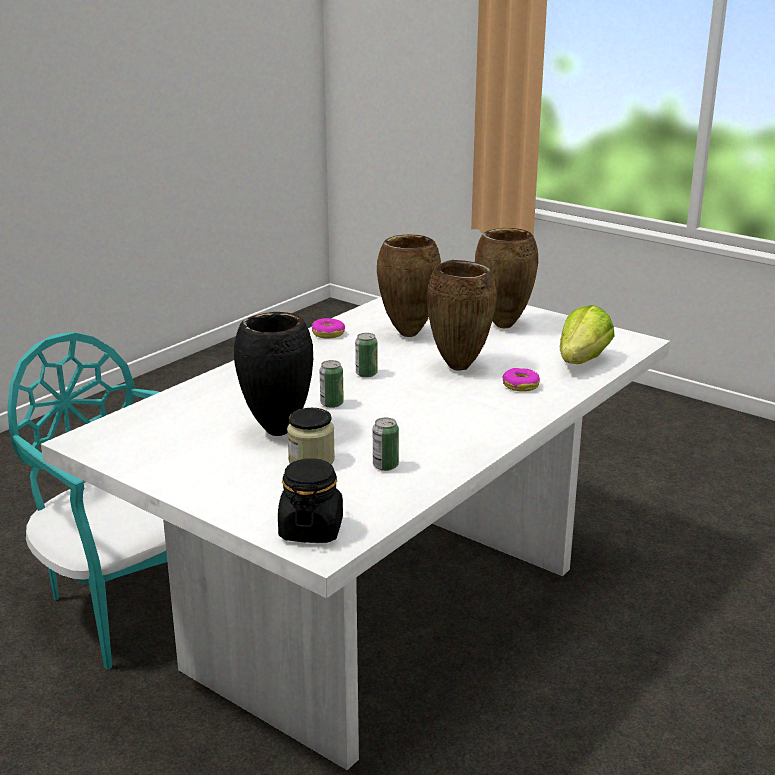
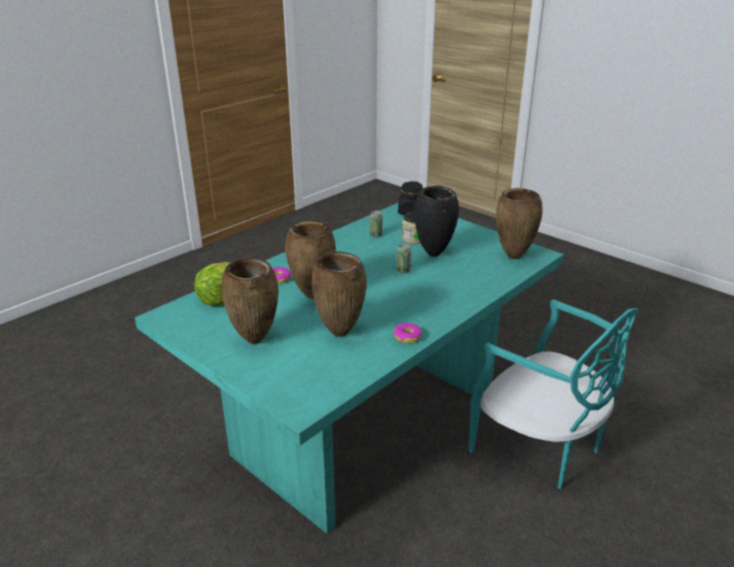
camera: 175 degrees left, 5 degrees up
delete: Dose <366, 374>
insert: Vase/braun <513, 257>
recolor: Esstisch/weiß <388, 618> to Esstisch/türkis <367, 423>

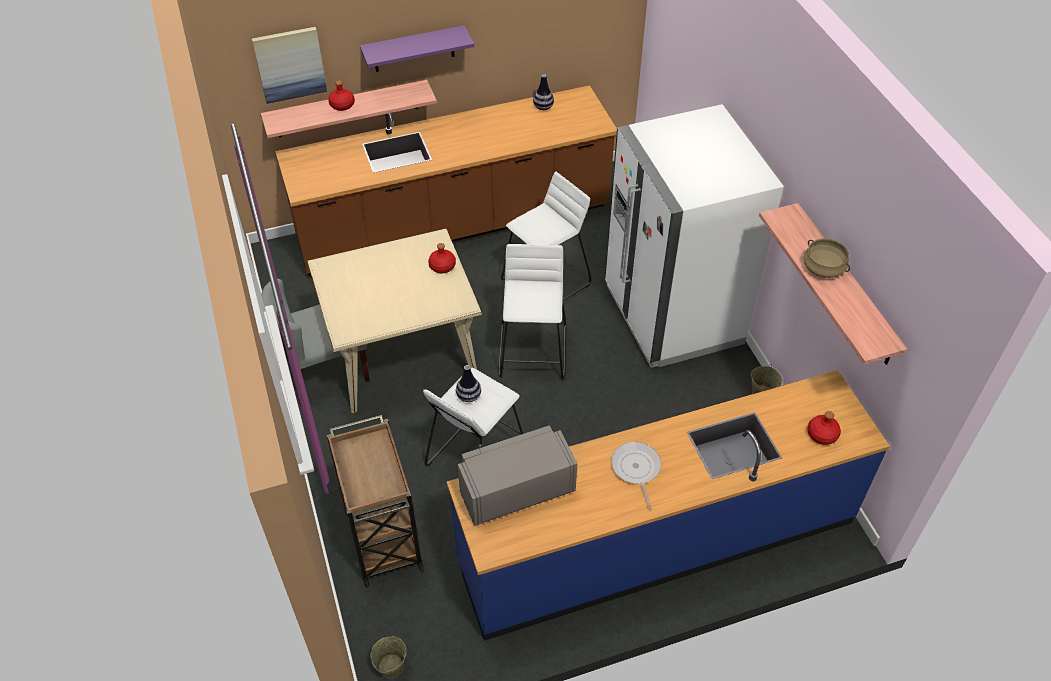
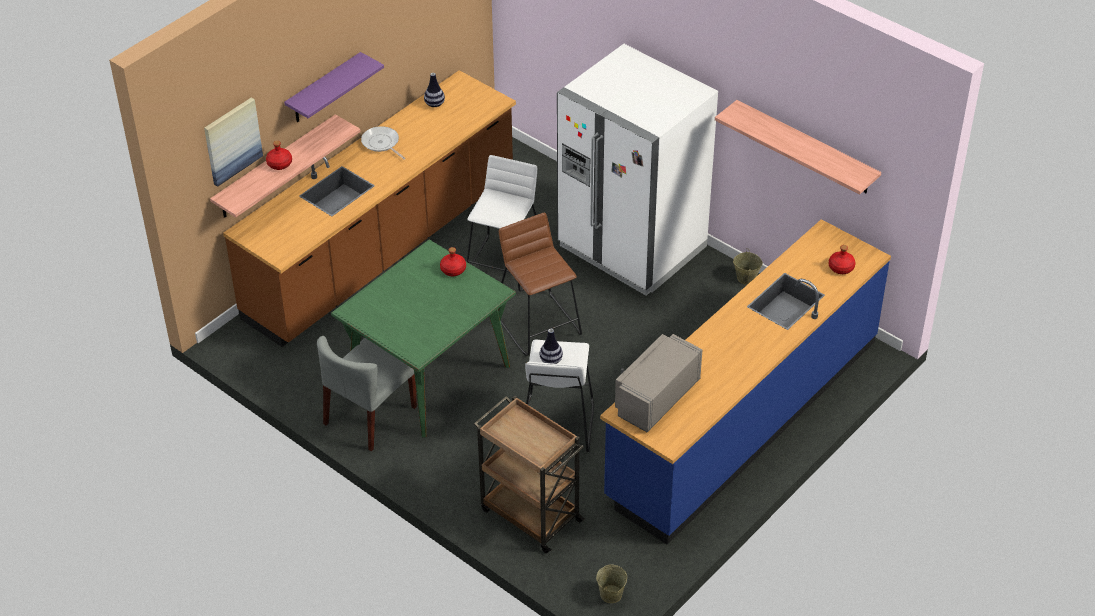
camera: 30 degrees left, 5 degrees down
delete: Kochtopf/beige <823, 268>
move: Pfanne <636, 469> to <381, 143>
recolor: Esstisch/beige <402, 357> to Esstisch/grün <429, 376>; Hocker/weiß <533, 352> to Hocker/braun <539, 324>

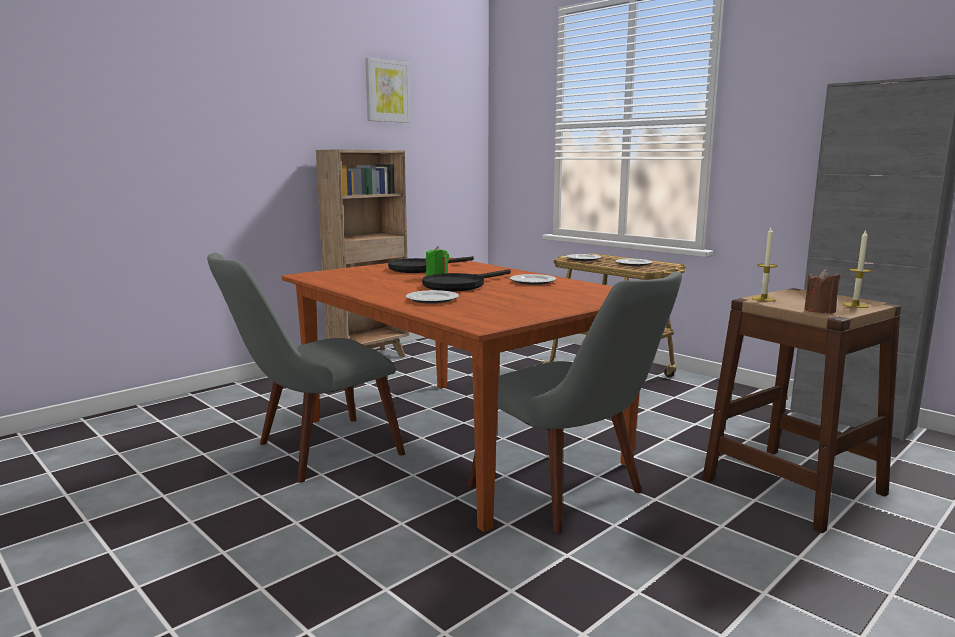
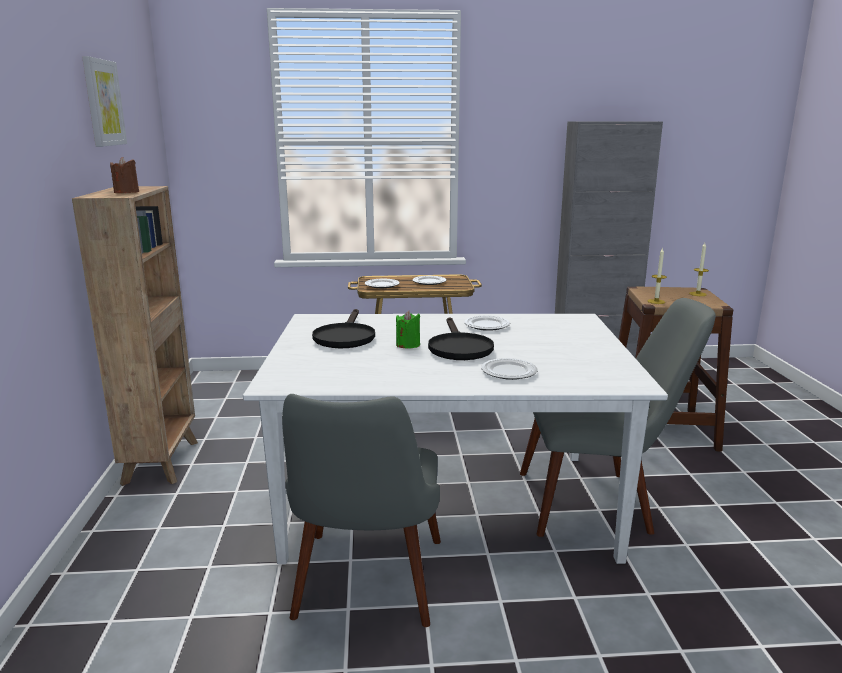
camera: 50 degrees left, 5 degrees up
move: Kerze/braun <819, 311> to <126, 192>
recolor: Esstisch/braun <457, 441> to Esstisch/weiß <446, 504>

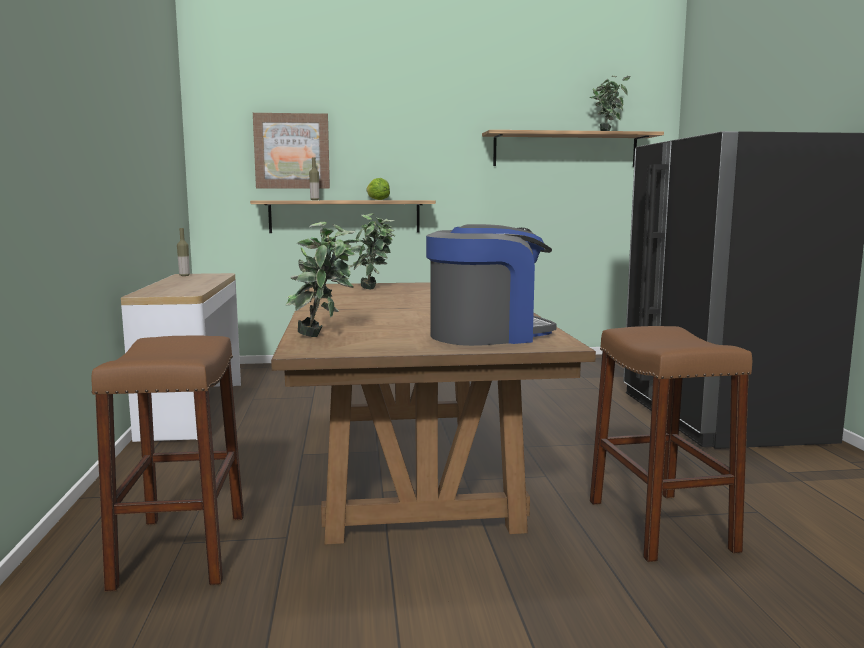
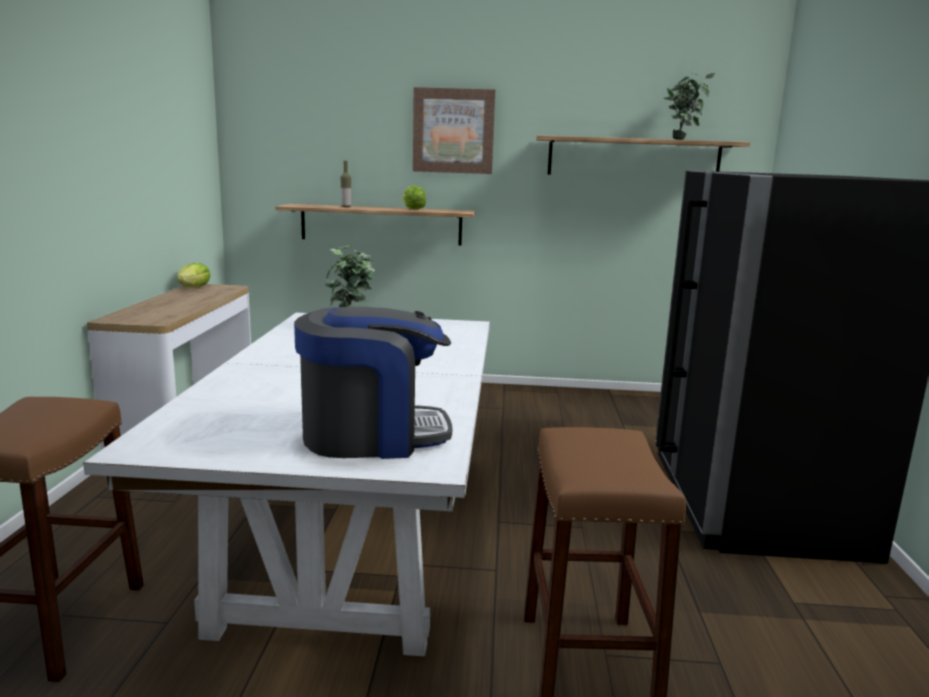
camera: 10 degrees right, 5 degrees up
delete: Topfpflanze <324, 336>
move: Bild <292, 151> to <453, 131>
replace: Flasche <184, 275> to Salatkopf <193, 287>
recolor: Esstisch/braun <411, 471> to Esstisch/weiß <353, 543>

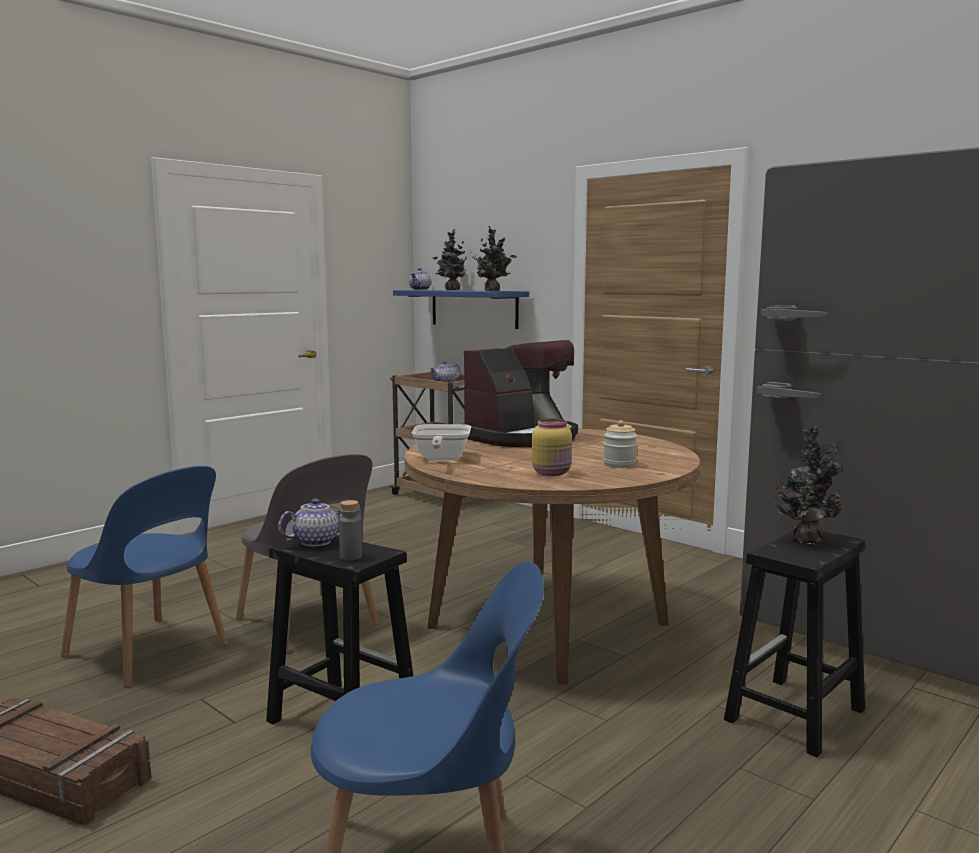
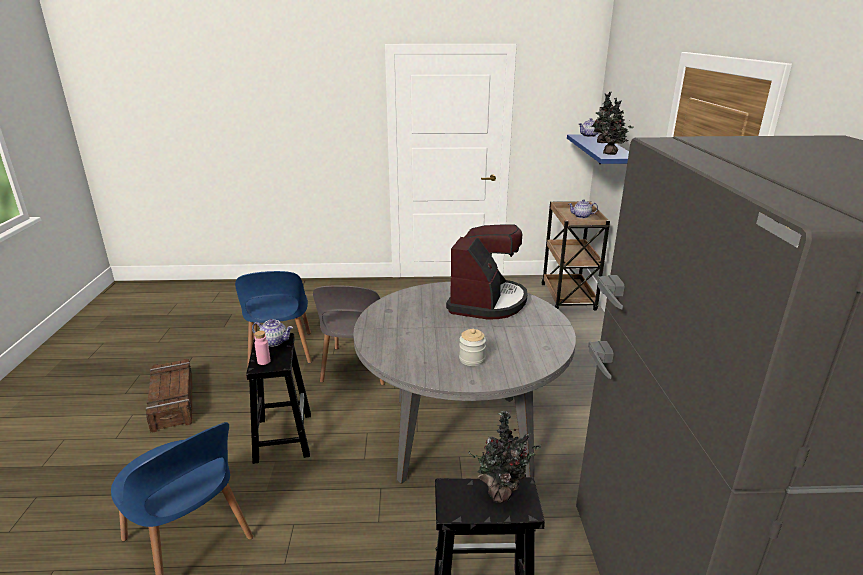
camera: 45 degrees right, 15 degrees up
delete: Pfanne <440, 459>; Vorratsglas/gelb <552, 473>
recolor: Flasche/grau <351, 556> to Flasche/rosa <264, 361>; Esstisch/braun <547, 625> to Esstisch/grau <460, 436>
rotate: Kaffeemaschine <522, 437> = <487, 302> 75 degrees counterclockwise

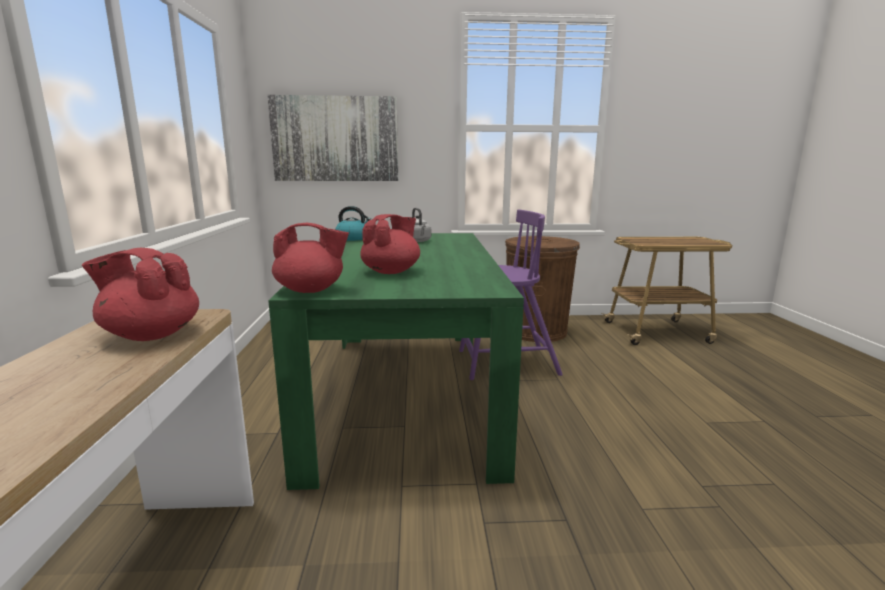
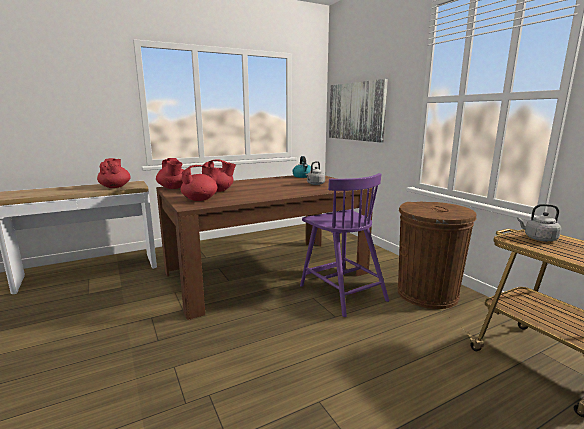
camera: 65 degrees right, 0 degrees up
insert: Teekanne/rot <200, 199>; Wasserkessel/grau <538, 238>
recolor: Esstisch/grün <406, 392> to Esstisch/braun <265, 272>

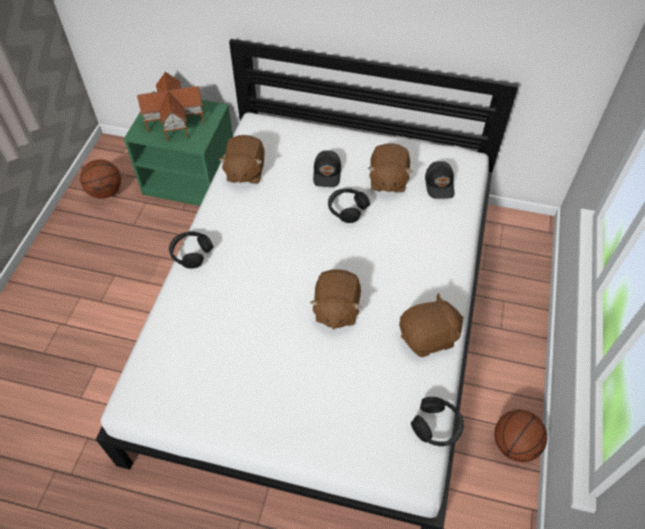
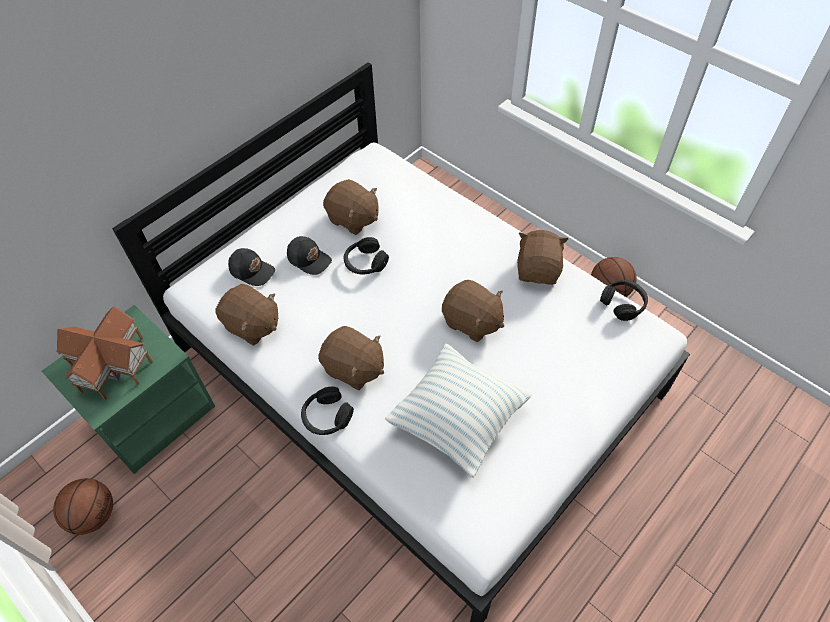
camera: 60 degrees left, 0 degrees up
insert: Plüschtier/braun <353, 368>; Kissen <458, 420>
move: Kappe/schwarz <440, 184> to <252, 270>

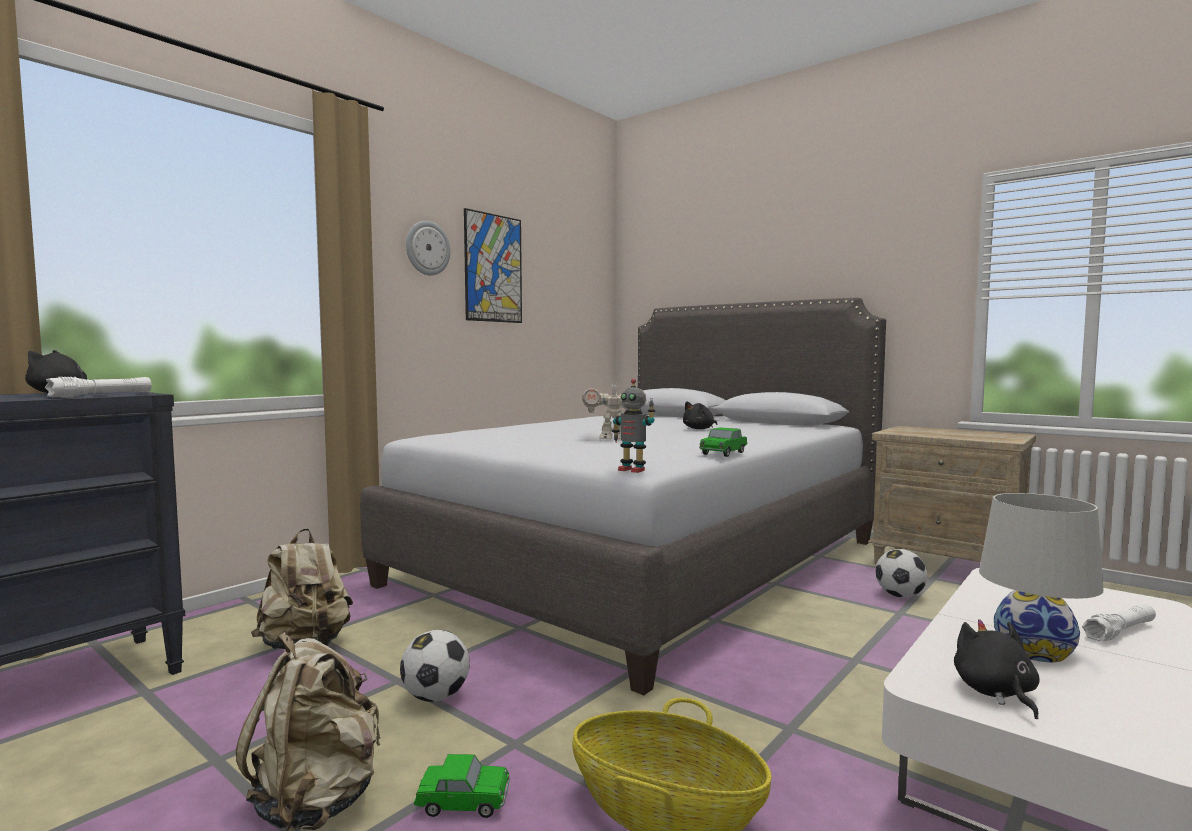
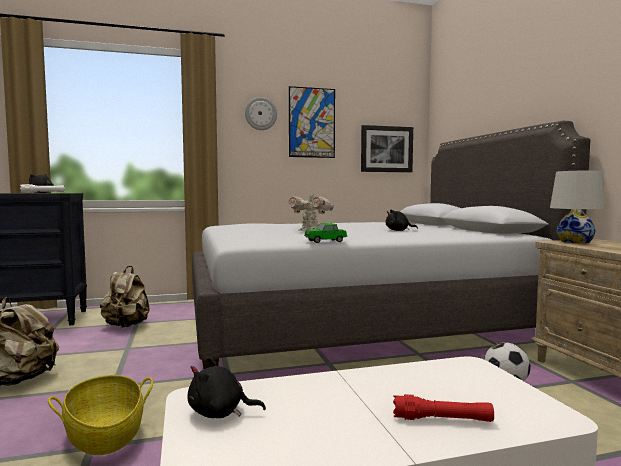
camera: 35 degrees right, 0 degrees up
delete: Fußball <436, 697>; Spielzeugauto <463, 803>; Spielzeugroboter <632, 470>
insert: Bild <386, 149>
move: Tischlampe/weiß <1034, 650> to <575, 242>
recolor: Taschenlampe/weiß <1120, 631> to Taschenlampe/rot <442, 419>
rotate: Plüschtier/schwarz <996, 693> = <220, 413> 120 degrees counterclockwise

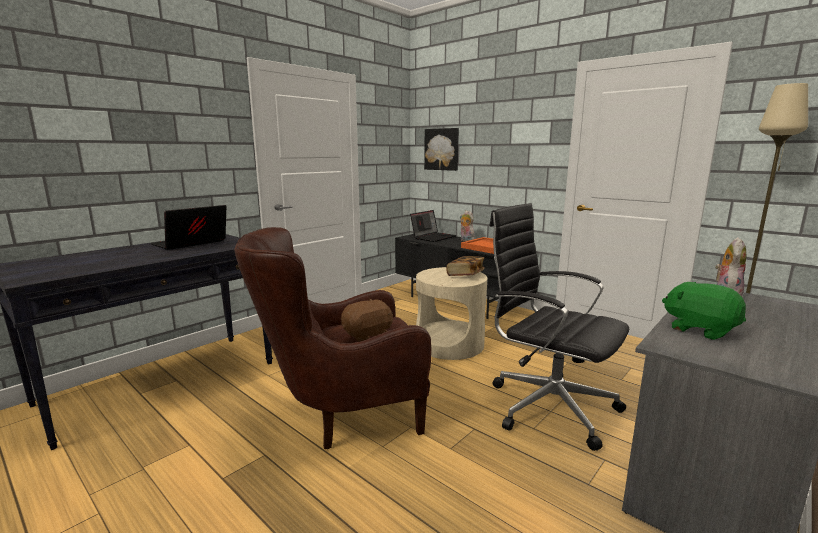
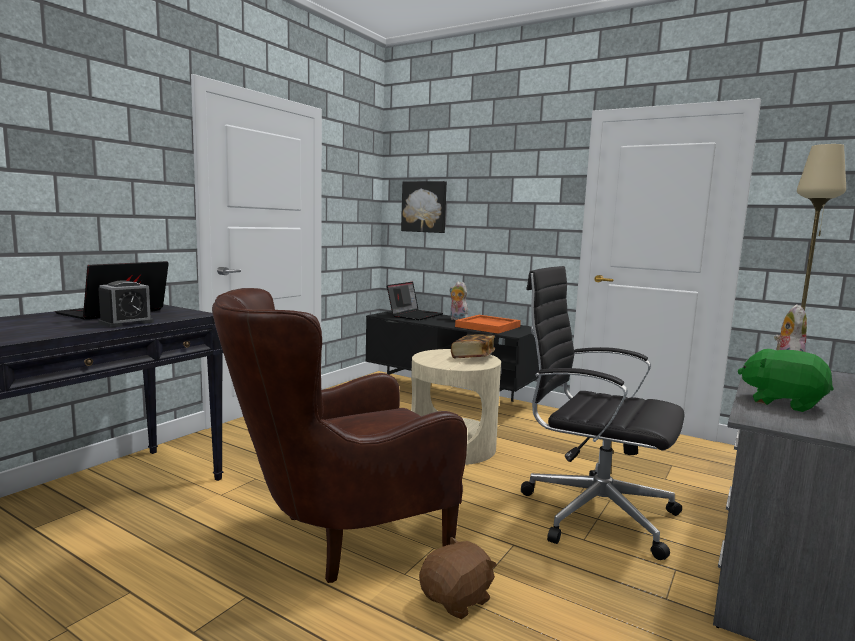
camera: 10 degrees left, 5 degrees down
insert: Wecker <126, 322>
move: Plüschtier/braun <368, 336> to <457, 599>

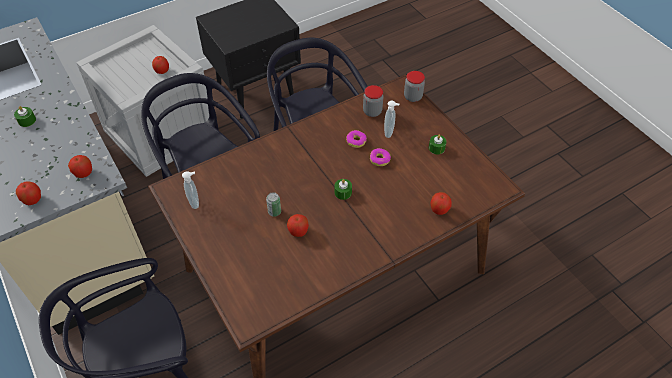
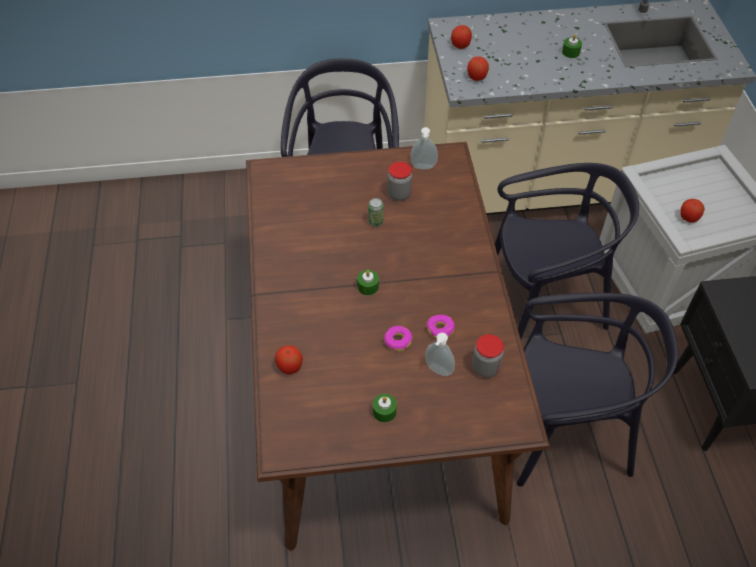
camera: 115 degrees right, 0 degrees up
delete: Apfel <298, 231>
move: Vorratsglas <413, 97> to <399, 194>

